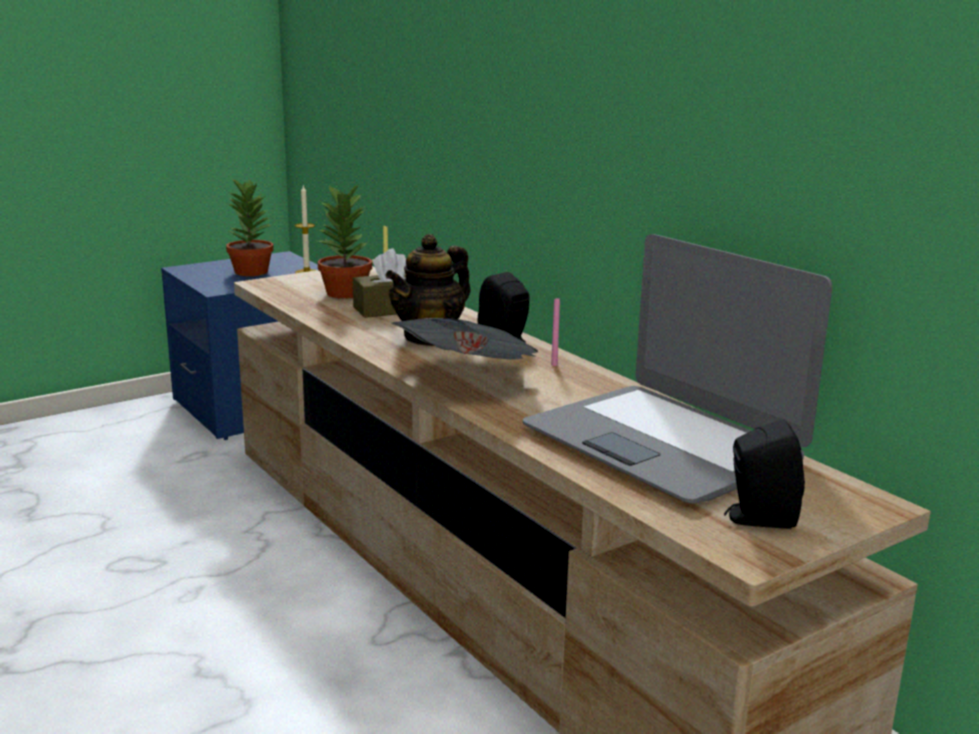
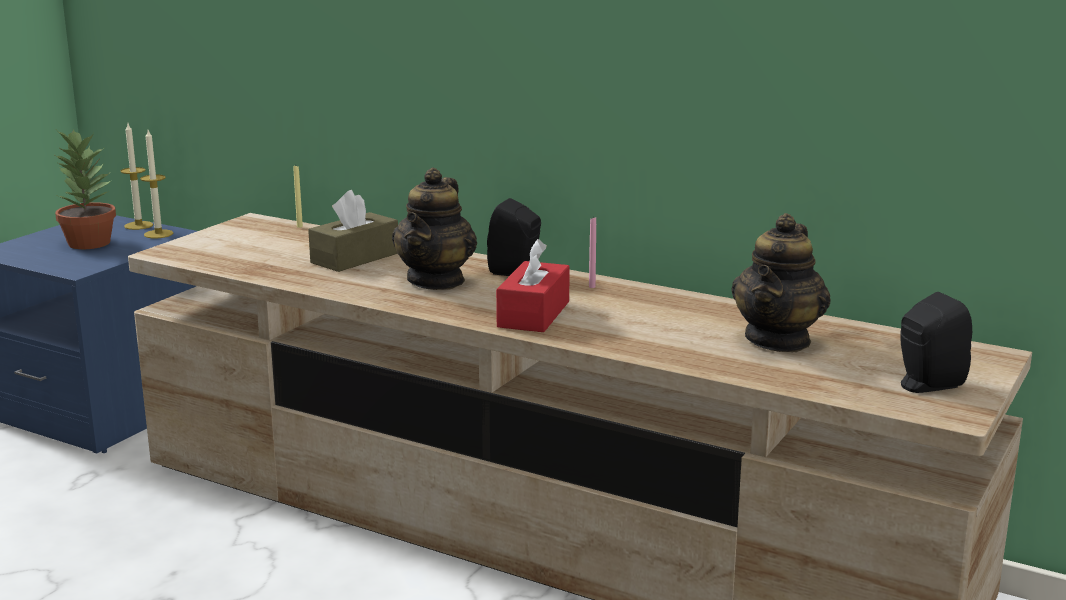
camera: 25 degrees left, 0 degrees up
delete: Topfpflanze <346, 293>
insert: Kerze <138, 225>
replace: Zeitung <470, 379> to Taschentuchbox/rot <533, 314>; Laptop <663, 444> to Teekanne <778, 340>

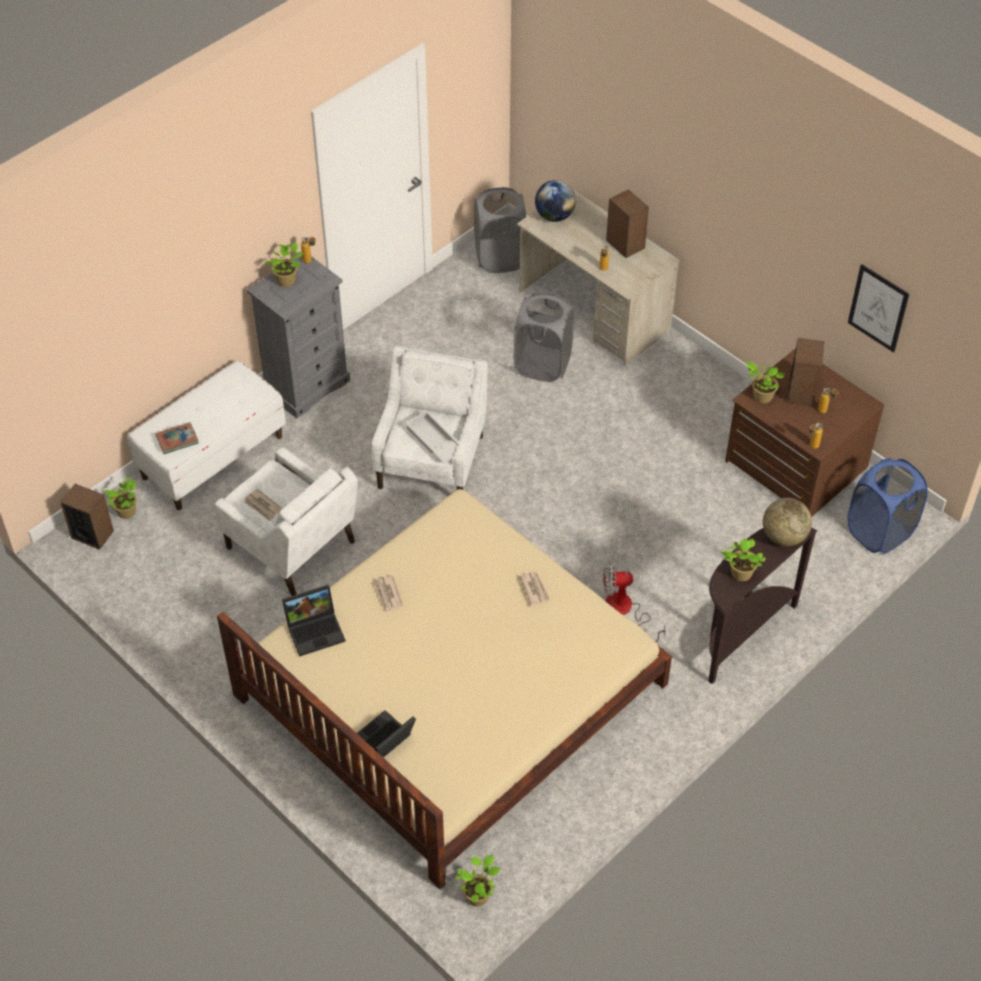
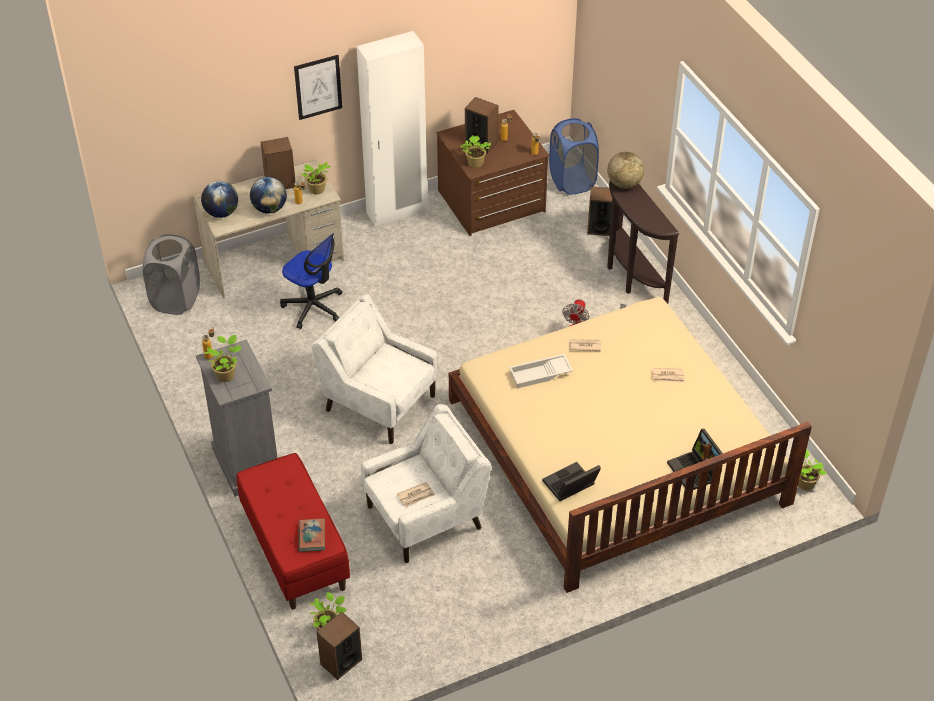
camera: 70 degrees left, 5 degrees down
insert: Globus <269, 209>; Kleiderschrank/weiß <397, 212>; Lautsprecher <600, 228>
move: Bild <878, 308> to <318, 87>; Topfpflanze <740, 574> to <317, 190>; Tablett/weiß <434, 442> to <540, 375>; Zeitung <388, 595> to <668, 376>
replace: Wäschekorb/grau <542, 364> to Bürostuhl <313, 307>
recolor: Bank/weiß <212, 456> to Bank/rot <294, 550>
rotate: Laptop <316, 629> = <570, 486> 120 degrees counterclockwise

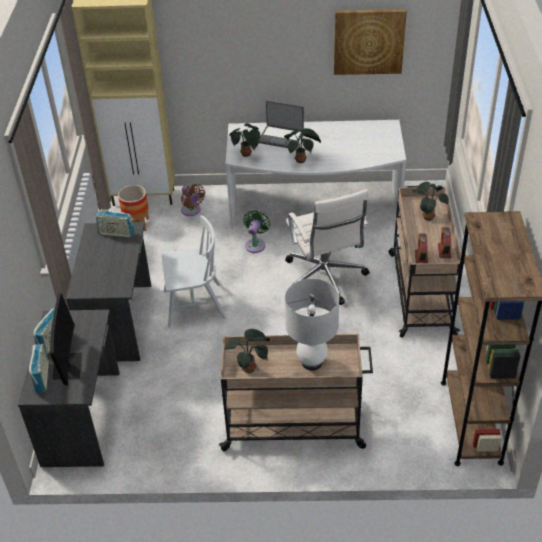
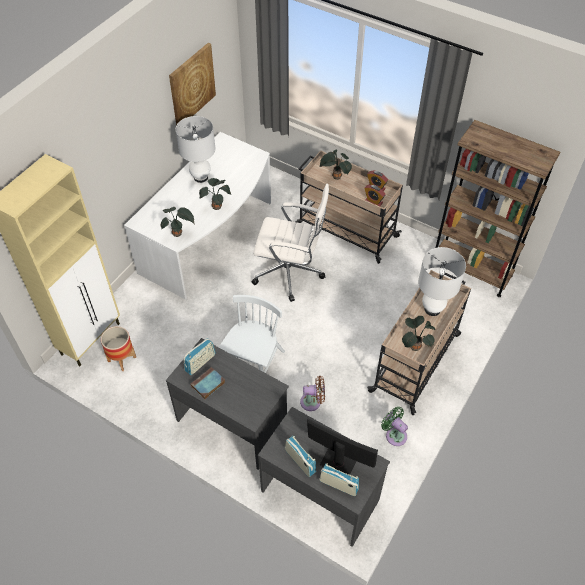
camera: 60 degrees left, 10 degrees up
delete: Laptop <281, 137>
insert: Tischlampe/weiß <201, 177>; Buch <207, 385>
move: Ventilator/braun <192, 211> to <313, 402>; Ventilator/grün <256, 244> to <394, 434>

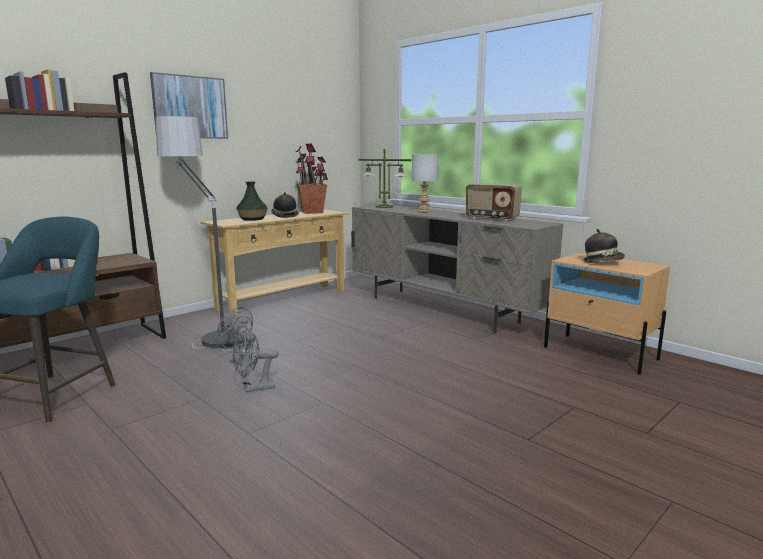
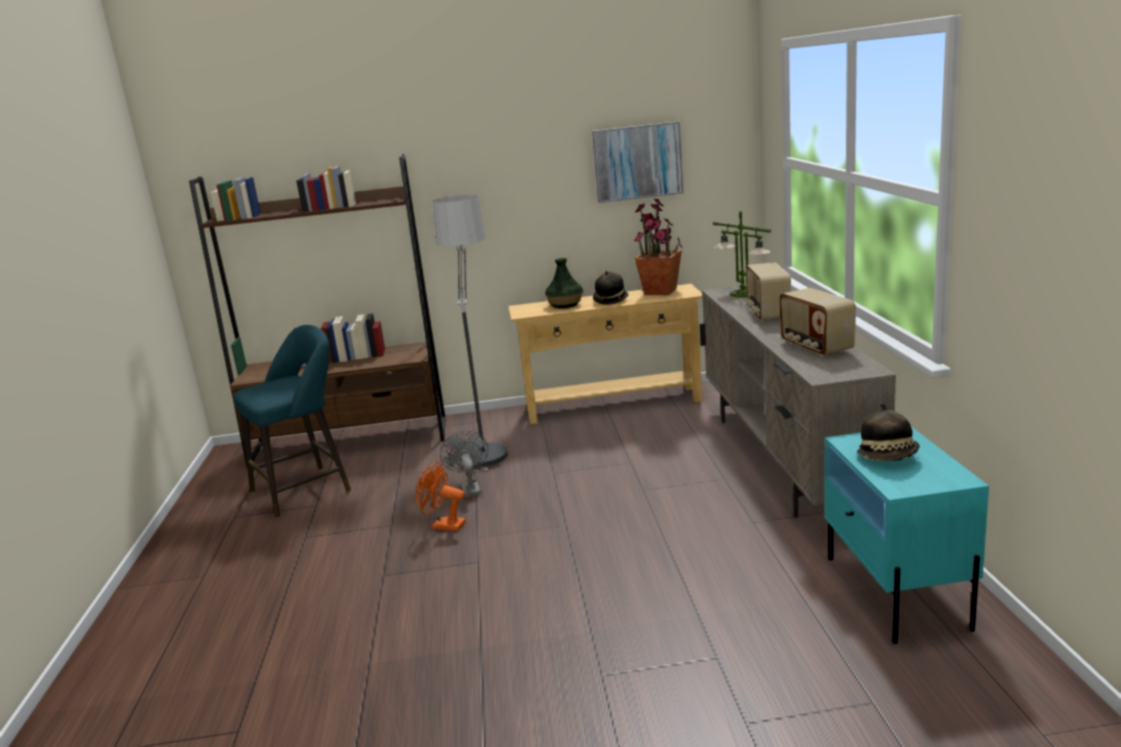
camera: 40 degrees right, 5 degrees up
move: Bild <190, 107> to <637, 162>
replace: Tischlampe/grau <424, 211> to Radio <767, 314>
recolor: Ventilator/grau <254, 388> to Ventilator/orange <443, 526>; Nachttisch/beige <600, 353> to Nachttisch/türkis <896, 592>

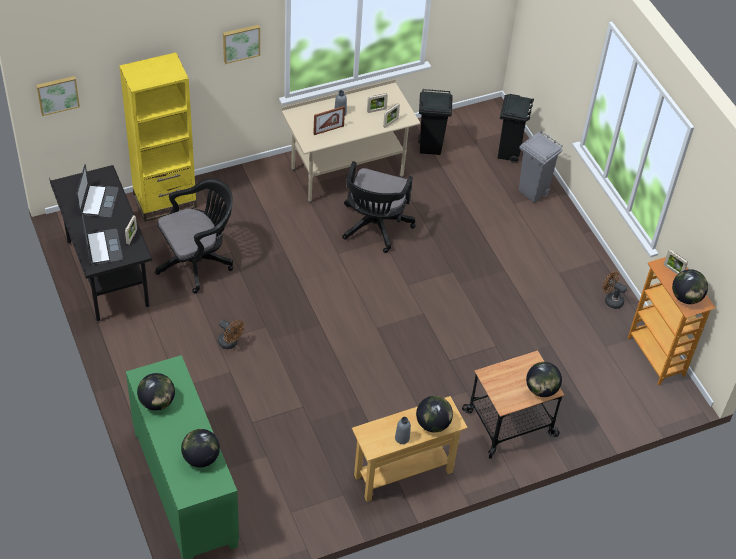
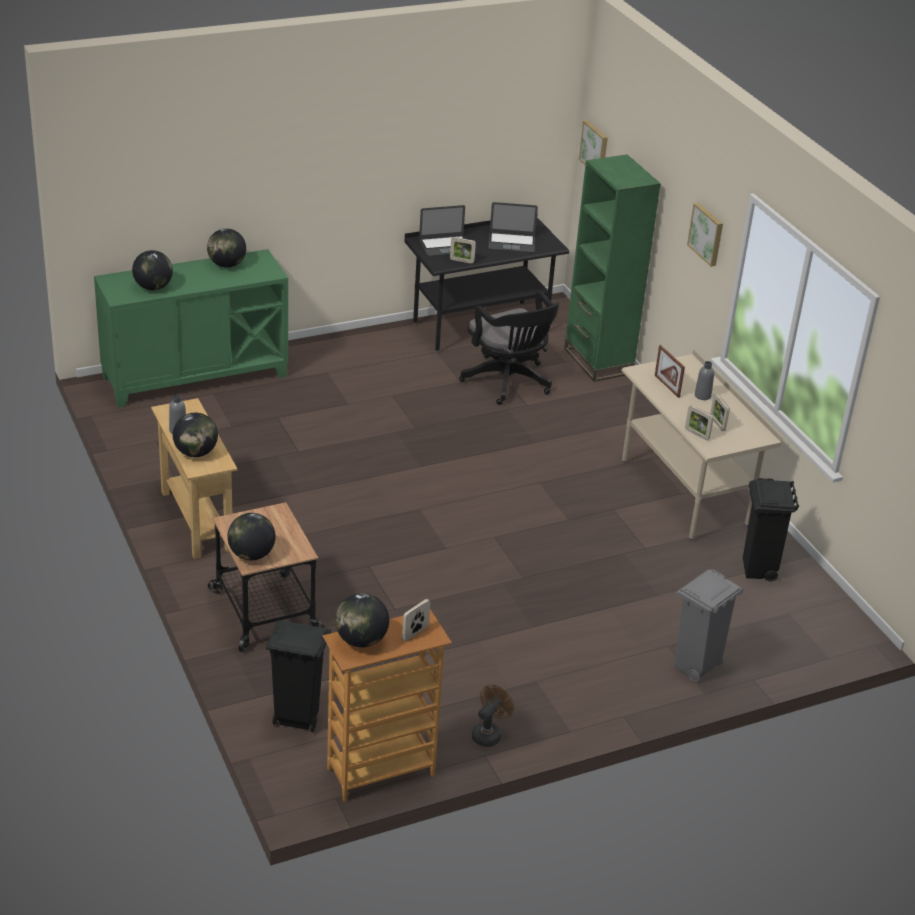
camera: 90 degrees right, 15 degrees down
delete: Ventilator/braun <230, 343>; Bürostuhl/schwarz <374, 228>
move: Mülleimer/schwarz <508, 153> to <296, 718>
recolor: Bücherregal/gelb <165, 201> to Bücherregal/grün <598, 361>

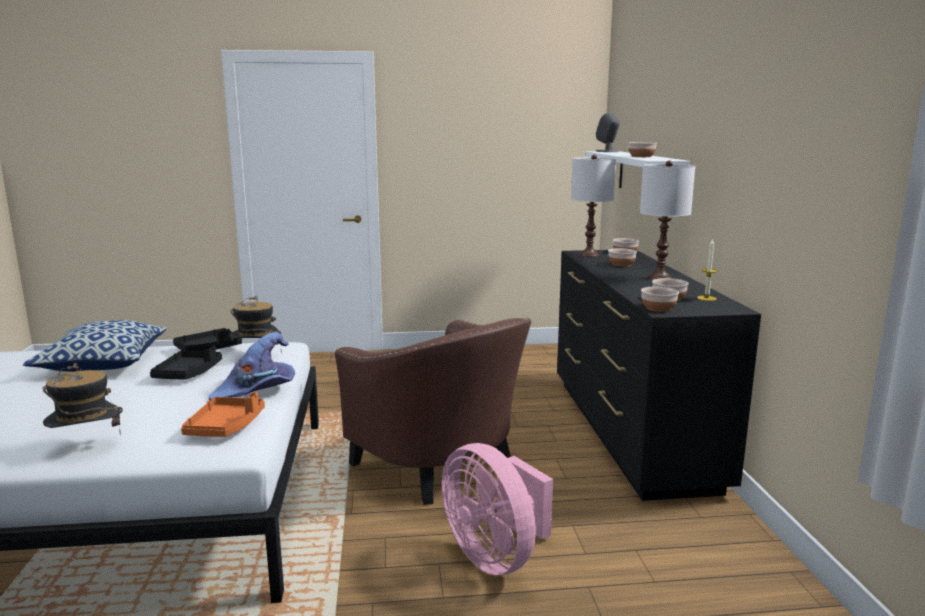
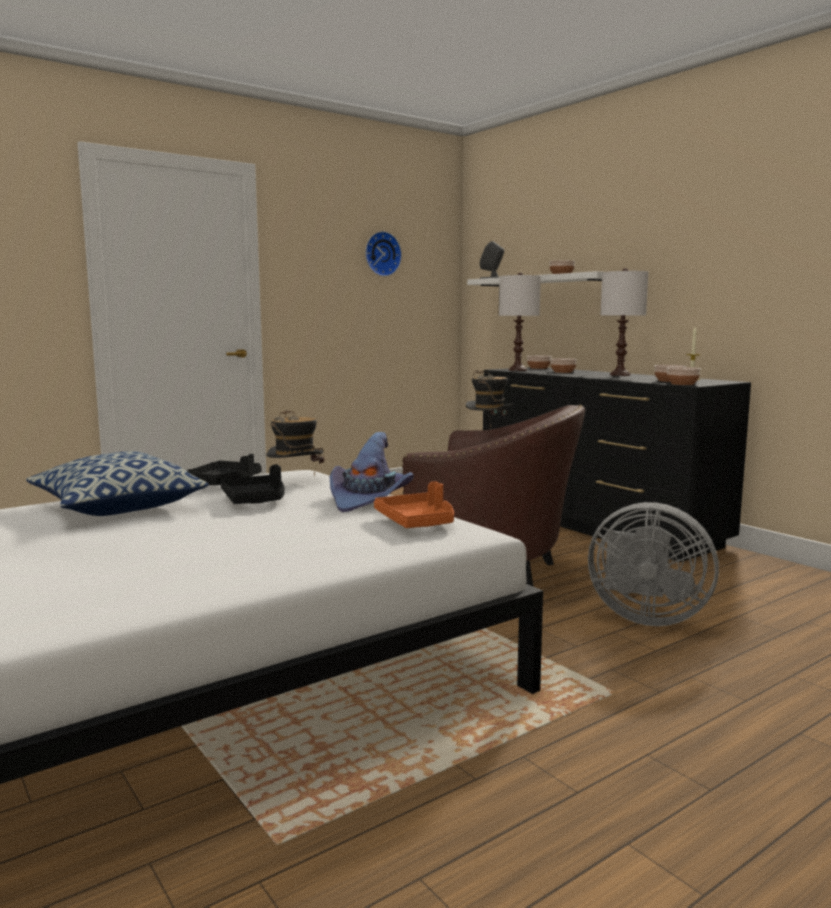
camera: 30 degrees left, 5 degrees down
insert: Wanduhr <381, 254>
move: Hut <87, 446> to <489, 432>
recolor: Ventilator/rosa <495, 556> to Ventilator/grau <645, 617>

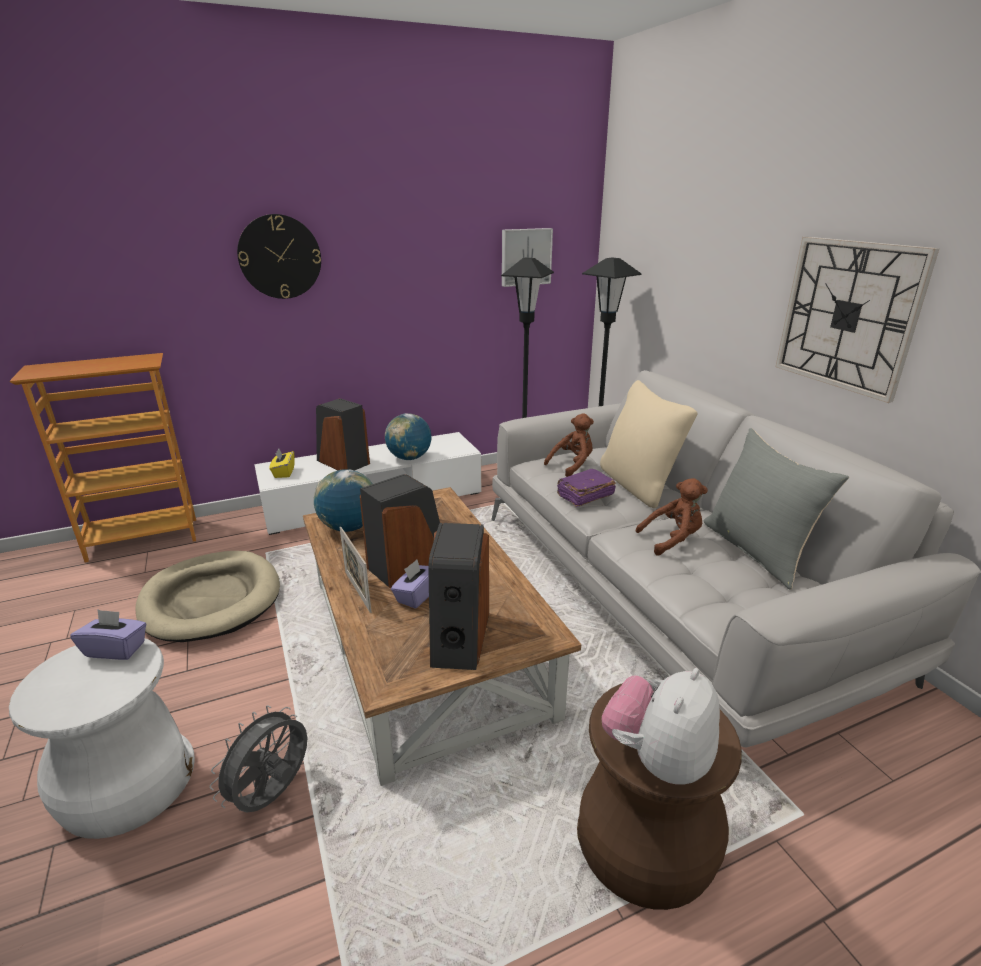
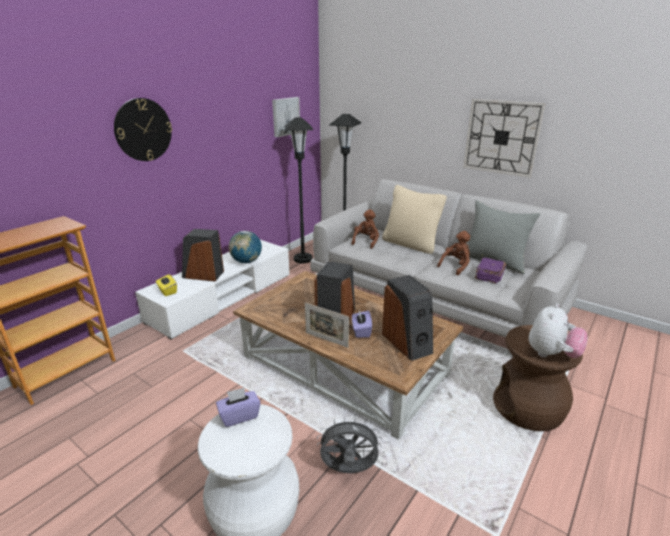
camera: 30 degrees left, 0 degrees up
delete: Hundebett/beige <211, 599>; Globus <349, 527>
move: Buch/lila <584, 496> to <489, 276>
rotate: Ventilator/grau <273, 796> = <348, 470> 90 degrees clockwise; Plüschtier <657, 758> = <551, 354> 150 degrees counterclockwise

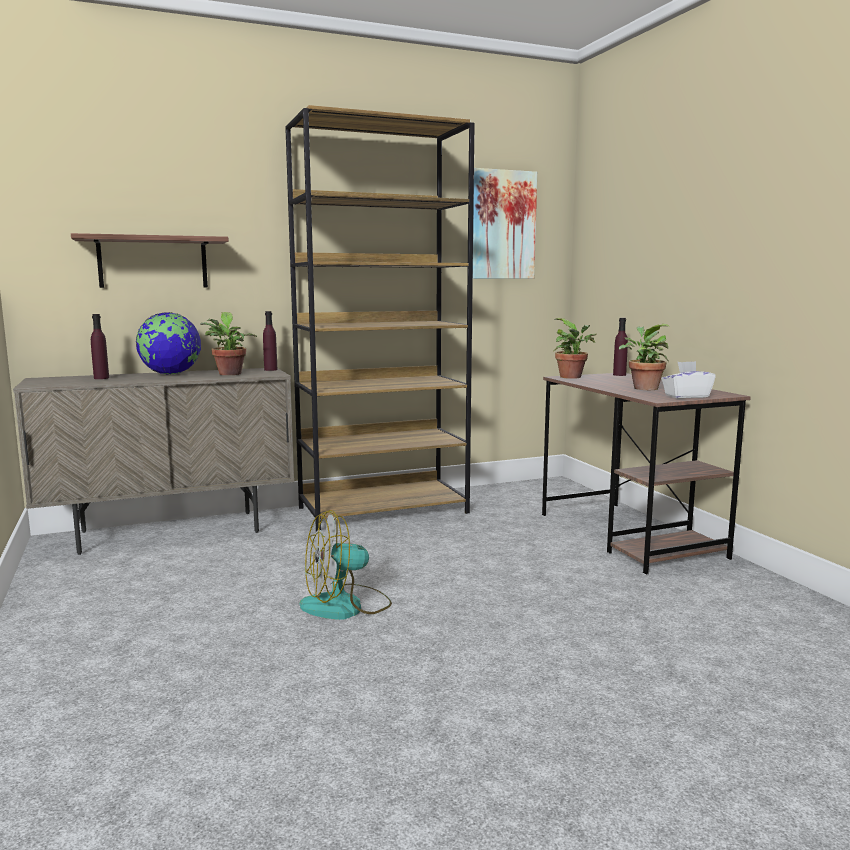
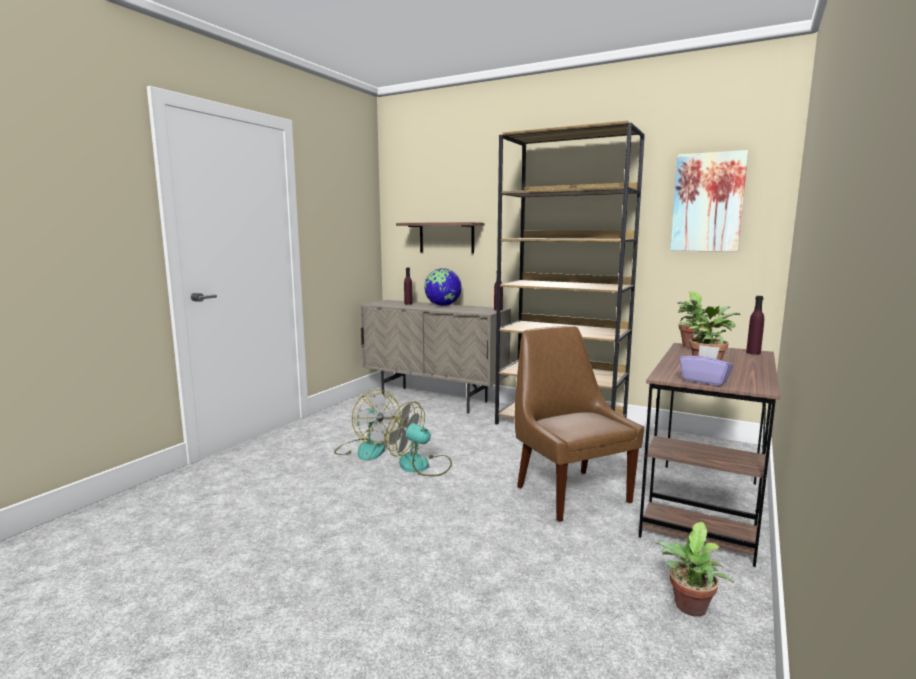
camera: 50 degrees right, 0 degrees up
insert: Ventilator <366, 449>; Stuhl/braun <570, 492>
move: Topfpflanze <230, 374> to <689, 609>
recolor: Taschentuchbox/weiß <686, 396> to Taschentuchbox/lila <704, 381>

